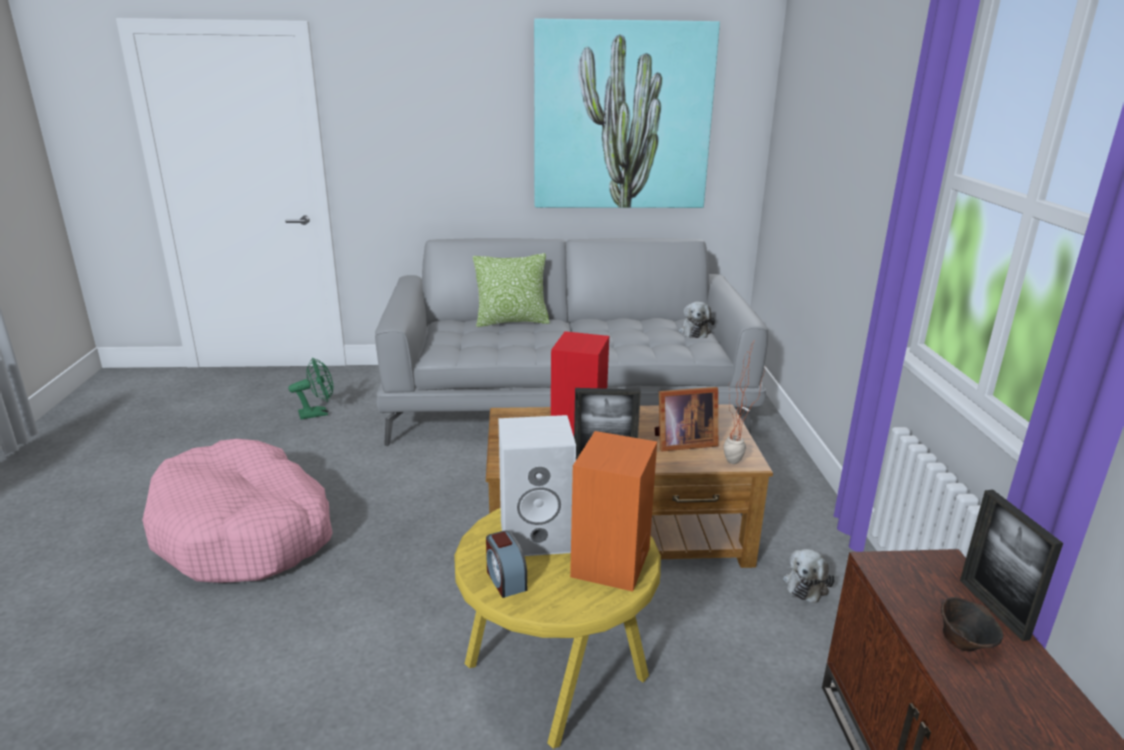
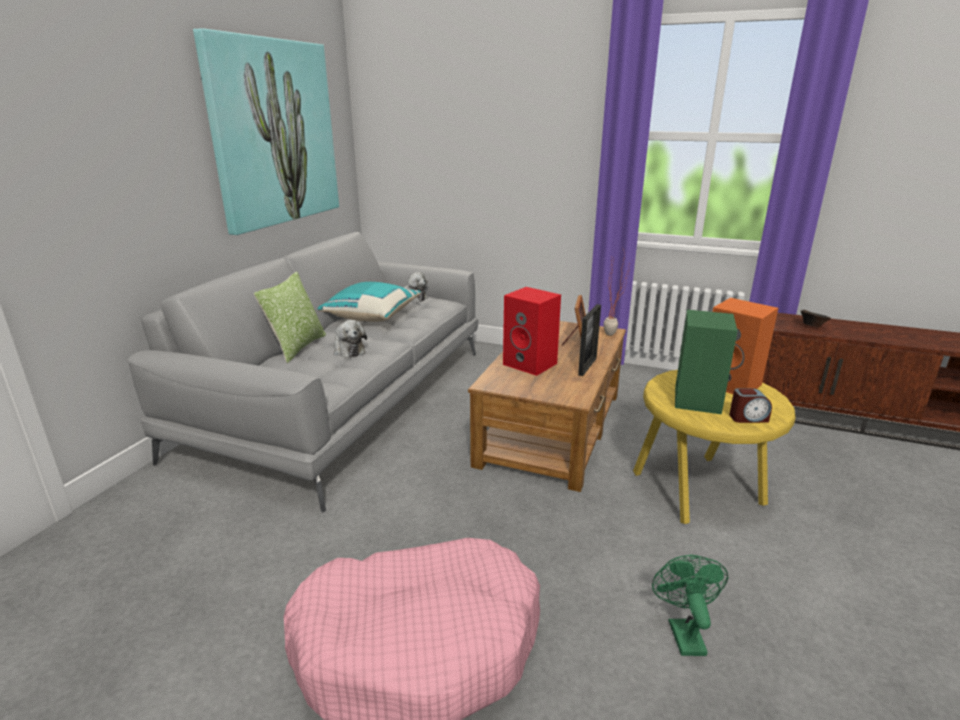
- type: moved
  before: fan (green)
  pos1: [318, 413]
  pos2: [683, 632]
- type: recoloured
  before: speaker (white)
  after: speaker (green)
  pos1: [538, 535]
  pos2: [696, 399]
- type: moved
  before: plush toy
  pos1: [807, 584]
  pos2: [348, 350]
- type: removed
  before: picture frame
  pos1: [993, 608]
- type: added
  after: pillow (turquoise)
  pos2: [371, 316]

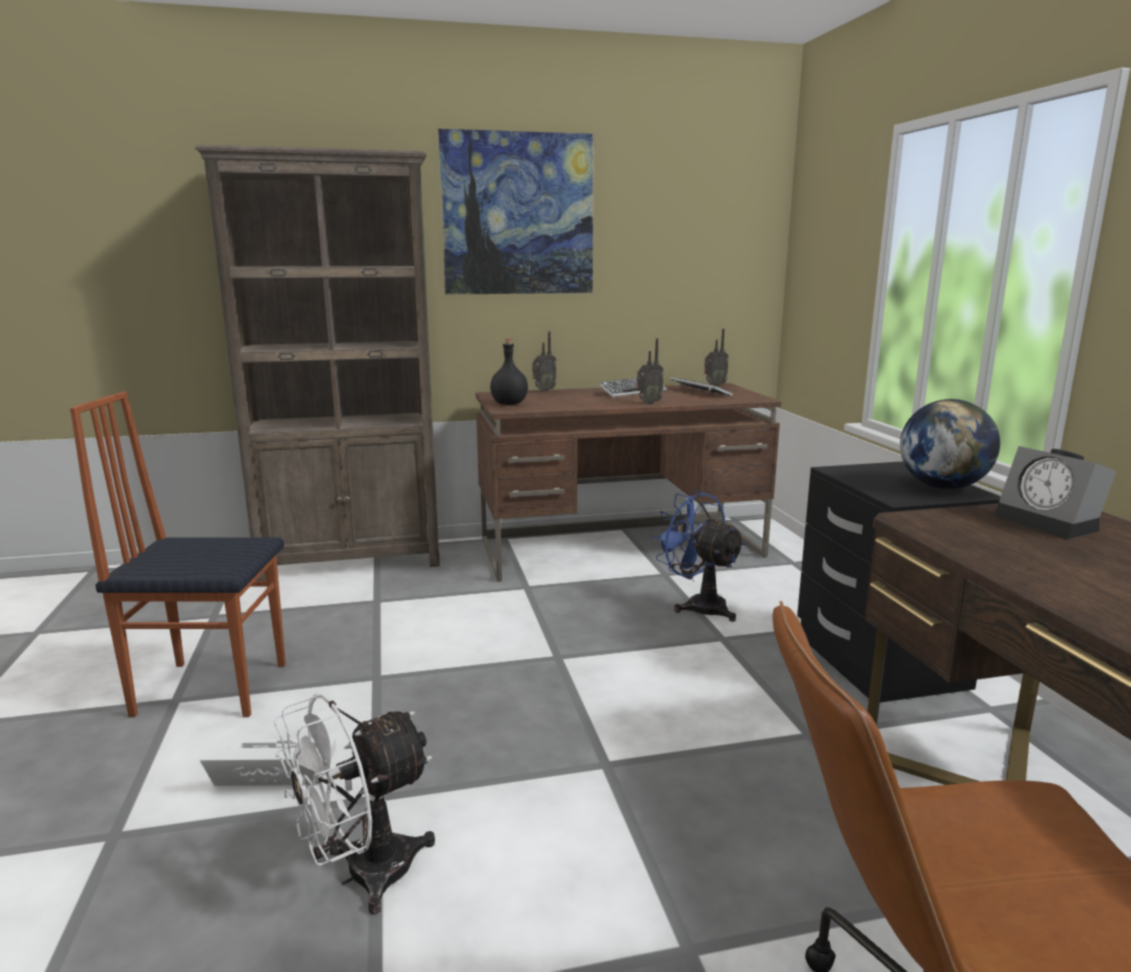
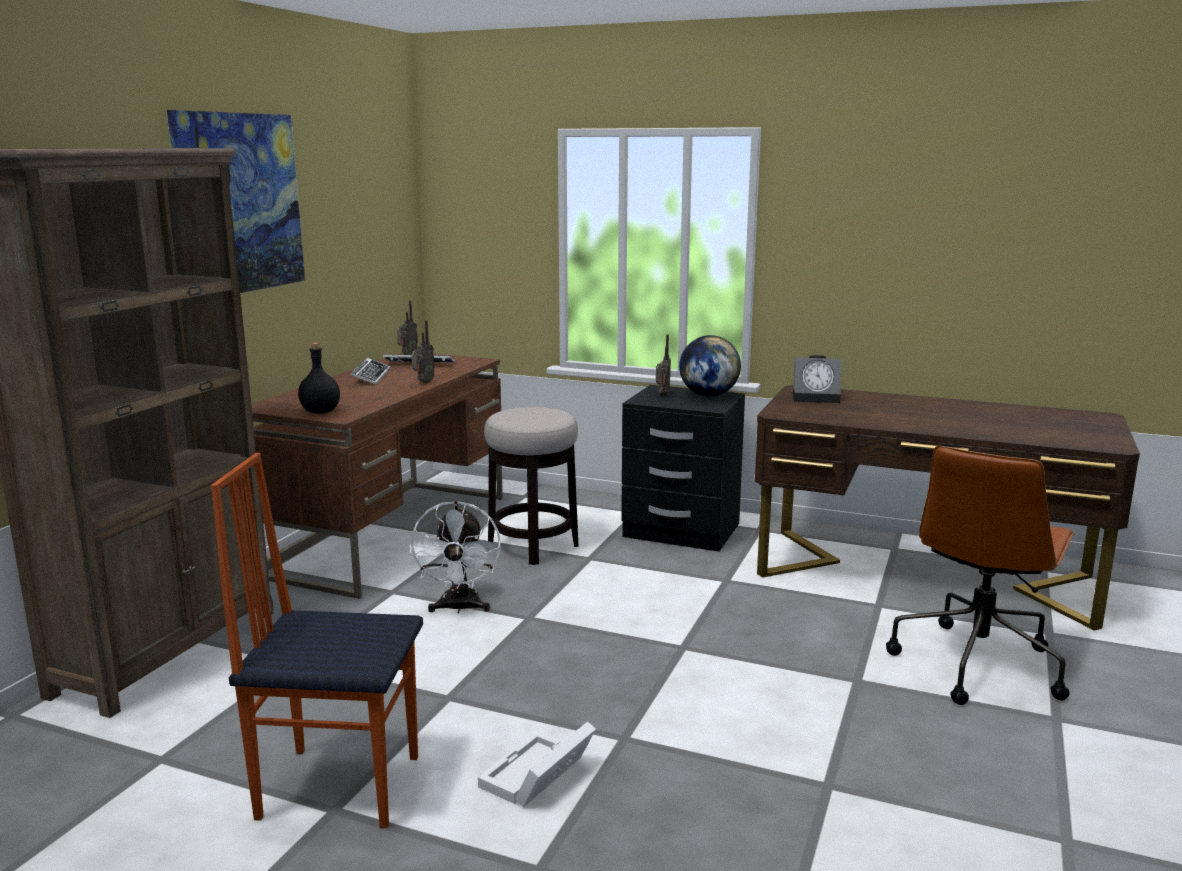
- type: turned
  before: chair
  pos1: [211, 687]
  pos2: [339, 785]
  turn: 60
- type: moved
  before: fan (white)
  pos1: [362, 876]
  pos2: [459, 608]
- type: moved
  before: radio
  pos1: [543, 390]
  pos2: [662, 395]
- type: replaced
  before: fan (blue)
  after: stool
  pos1: [699, 605]
  pos2: [533, 546]

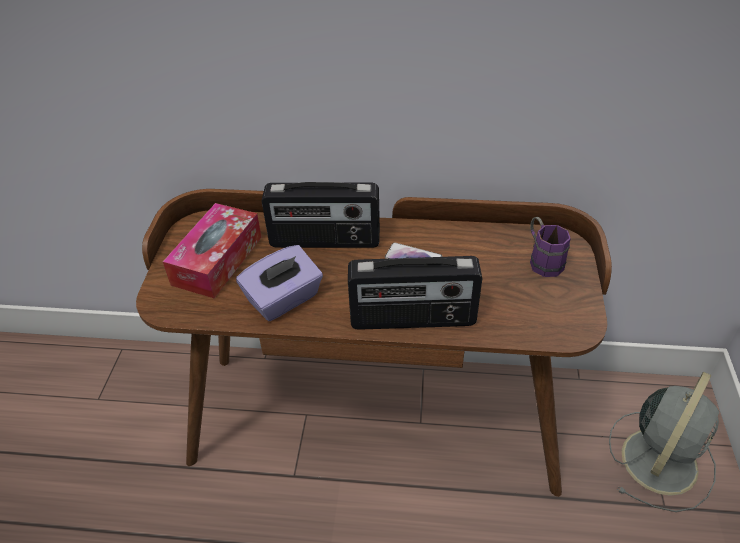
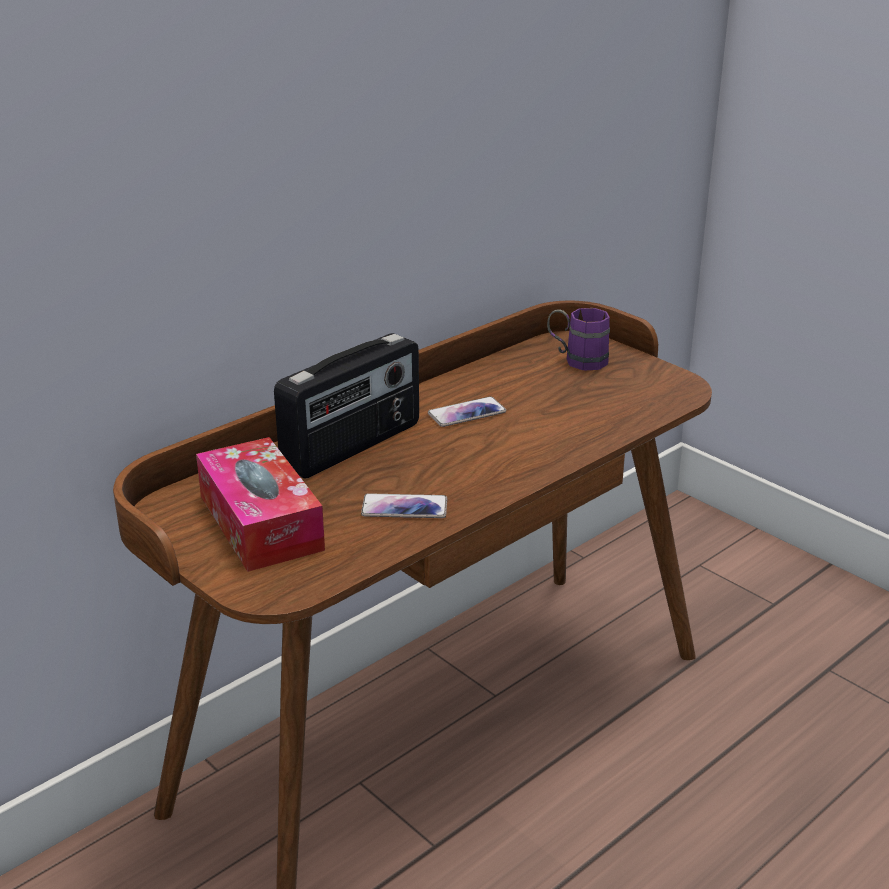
- type: replaced
  before: tissue box (purple)
  after: phone
  pos1: [284, 299]
  pos2: [404, 508]
- type: removed
  before: radio
  pos1: [412, 319]
- type: removed
  before: fan (grey)
  pos1: [660, 458]

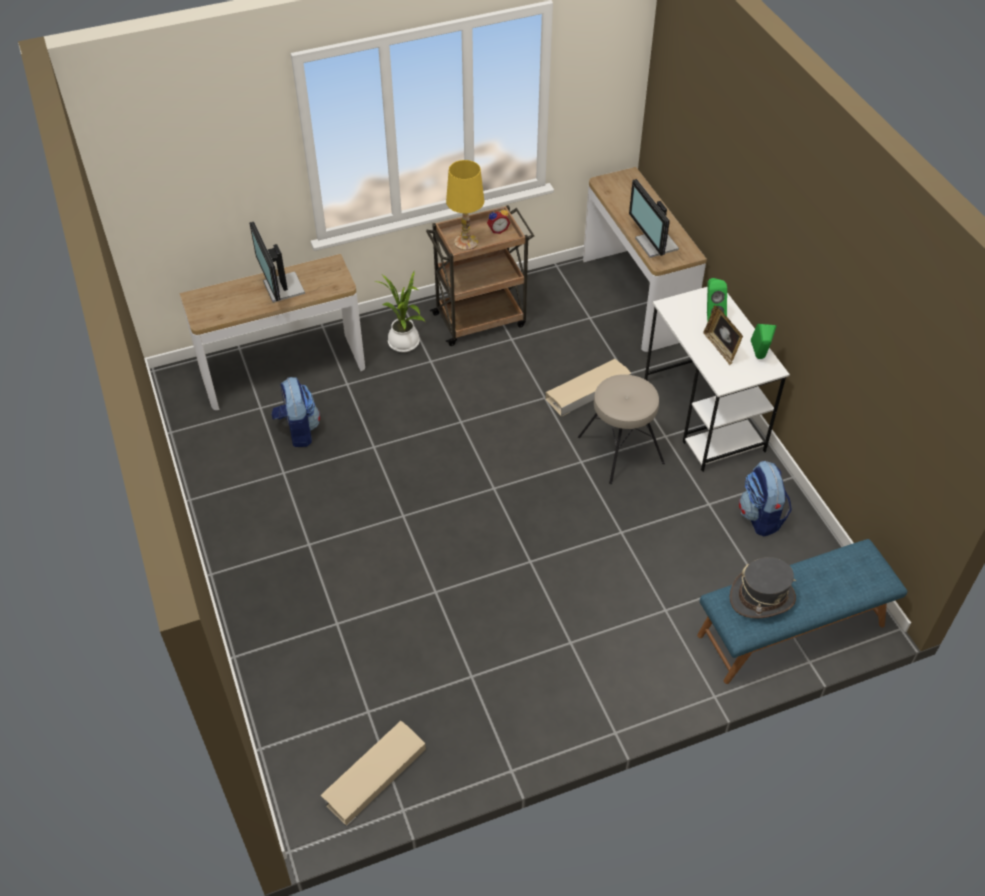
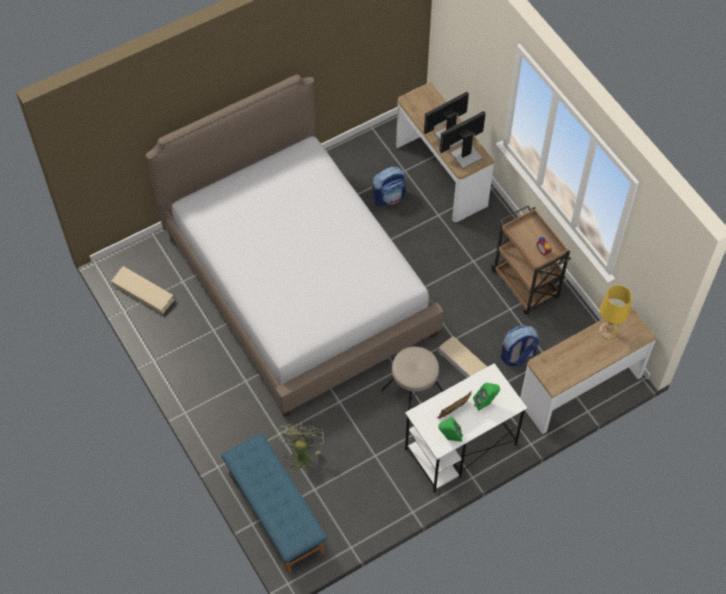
- type: removed
  before: potted plant
  pos1: [404, 344]
- type: moved
  before: table lamp (yellow)
  pos1: [466, 242]
  pos2: [608, 331]
- type: moved
  before: monitor
  pos1: [655, 245]
  pos2: [465, 155]
- type: removed
  before: hat (grey)
  pos1: [762, 597]
- type: moved
  before: backpack
  pos1: [760, 517]
  pos2: [517, 356]
- type: added
  after: bed
  pos2: [299, 282]
- type: added
  after: fan (green)
  pos2: [300, 453]

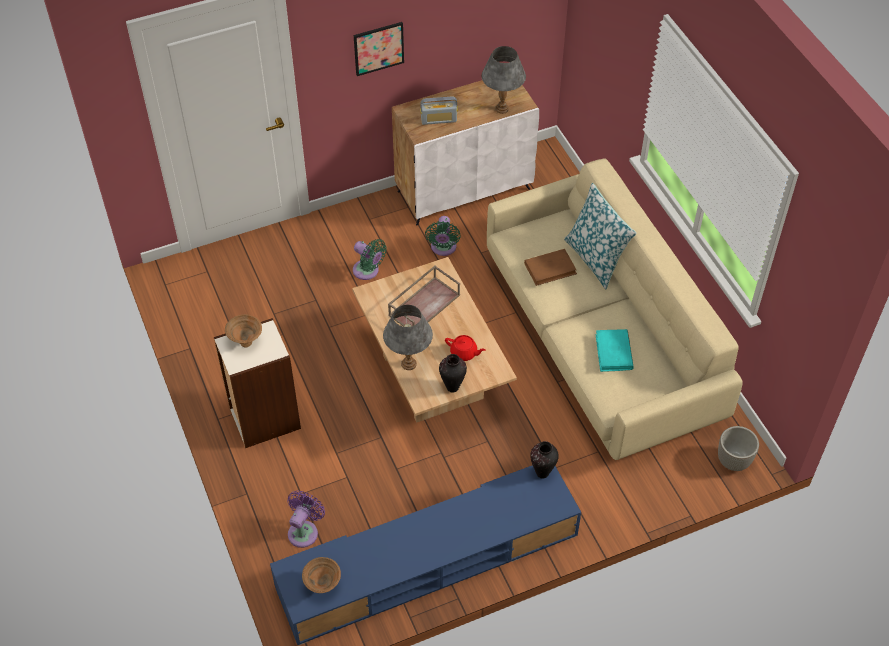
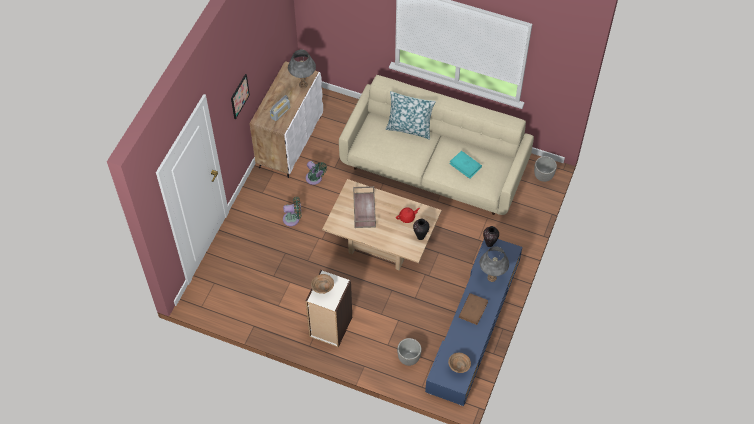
- type: replaced
  before: fan (purple)
  after: planter
  pos1: [304, 531]
  pos2: [408, 358]
- type: moved
  before: table lamp (grey)
  pos1: [409, 364]
  pos2: [492, 277]
- type: moved
  before: book (brown)
  pos1: [550, 269]
  pos2: [473, 309]

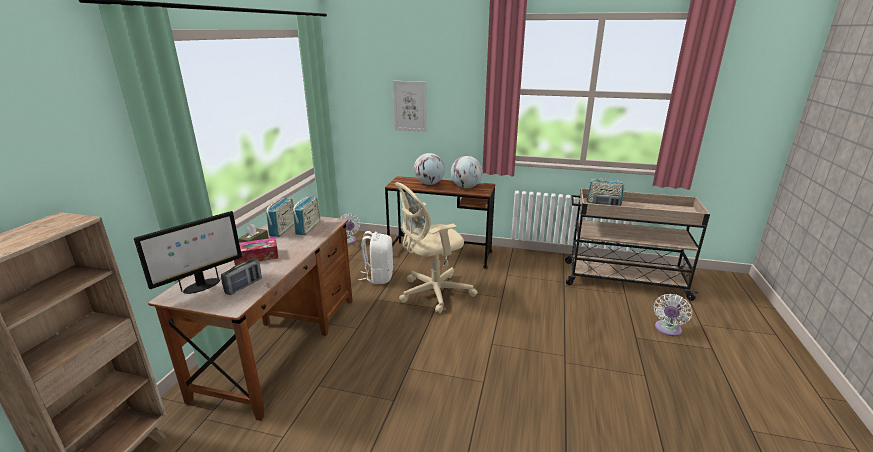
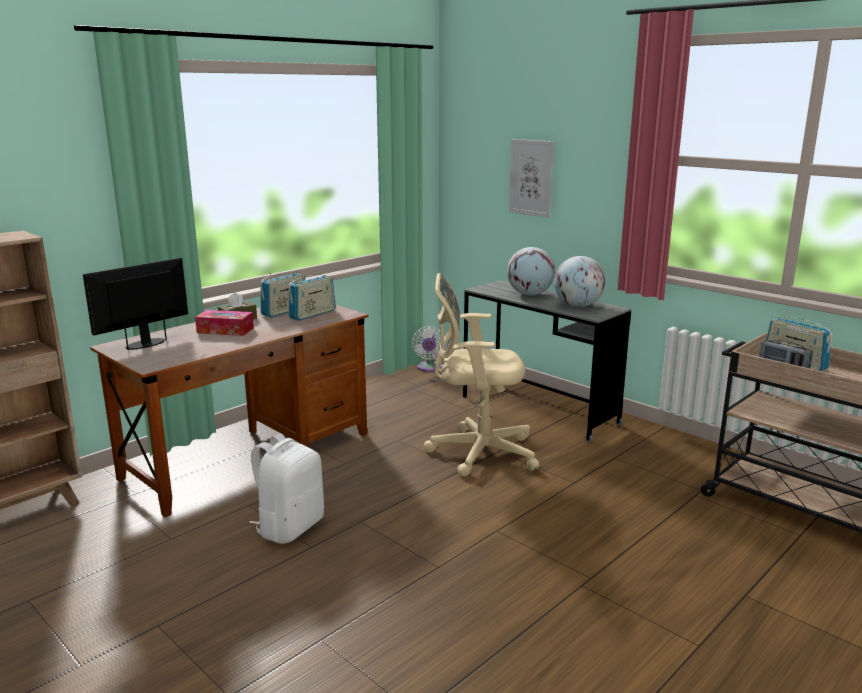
- type: turned
  before: monitor
  pos1: [201, 286]
  pos2: [146, 343]
  turn: 150
- type: removed
  before: radio
  pos1: [244, 286]
- type: moved
  before: backpack (white)
  pos1: [378, 277]
  pos2: [289, 527]
- type: recoloured
  before: desk (brown)
  after: desk (grey)
  pos1: [440, 255]
  pos2: [538, 410]
- type: removed
  before: fan (white)
  pos1: [667, 330]

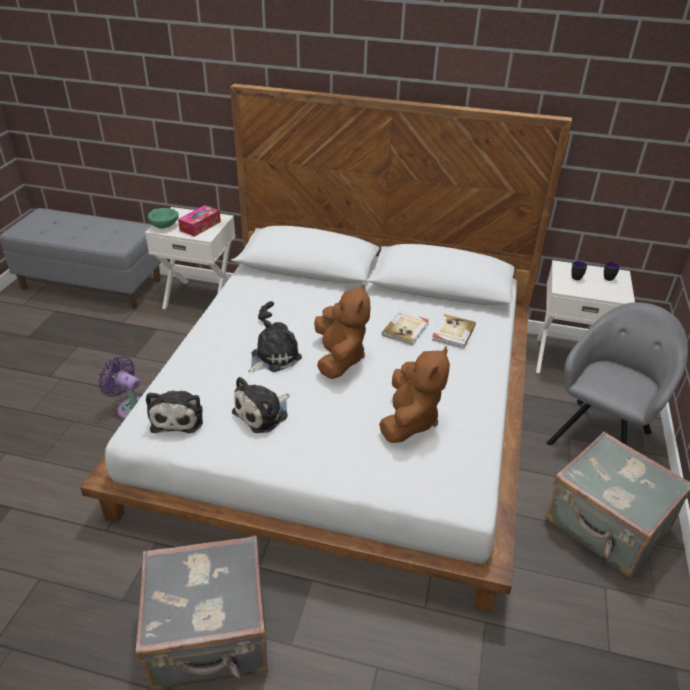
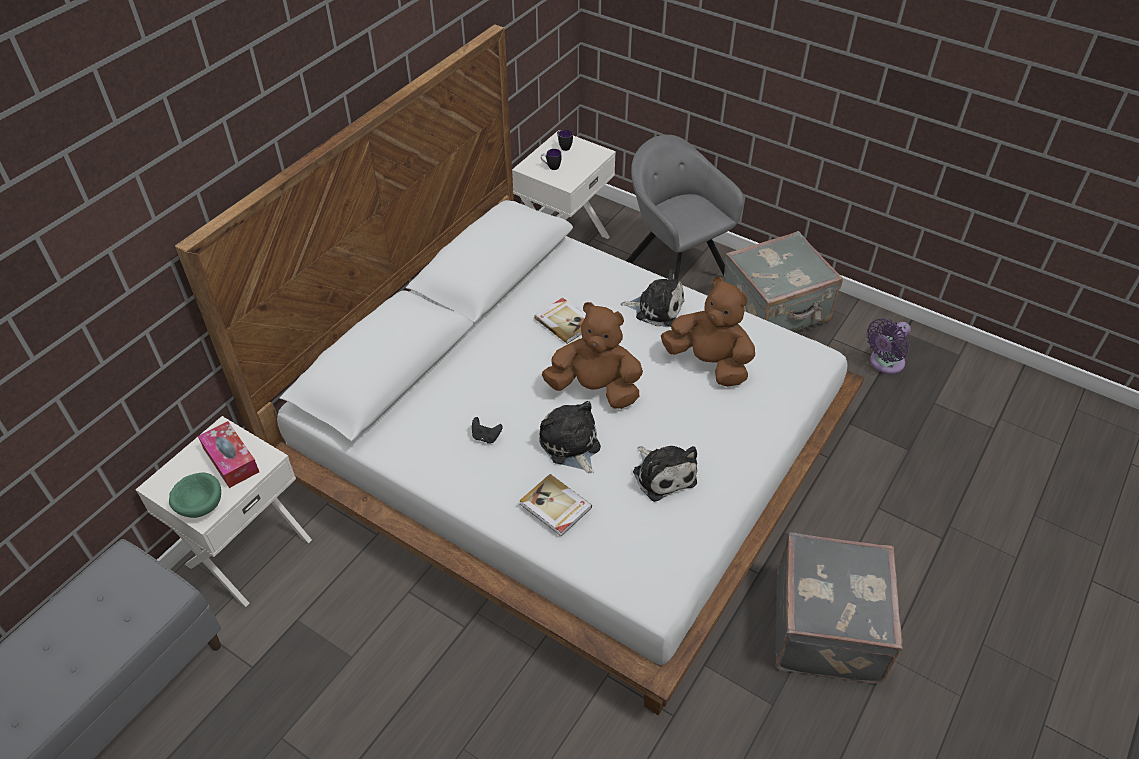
- type: moved
  before: fan (purple)
  pos1: [131, 407]
  pos2: [884, 363]
- type: moved
  before: plush toy
  pos1: [178, 417]
  pos2: [656, 308]
- type: moved
  before: book
  pos1: [452, 333]
  pos2: [555, 507]

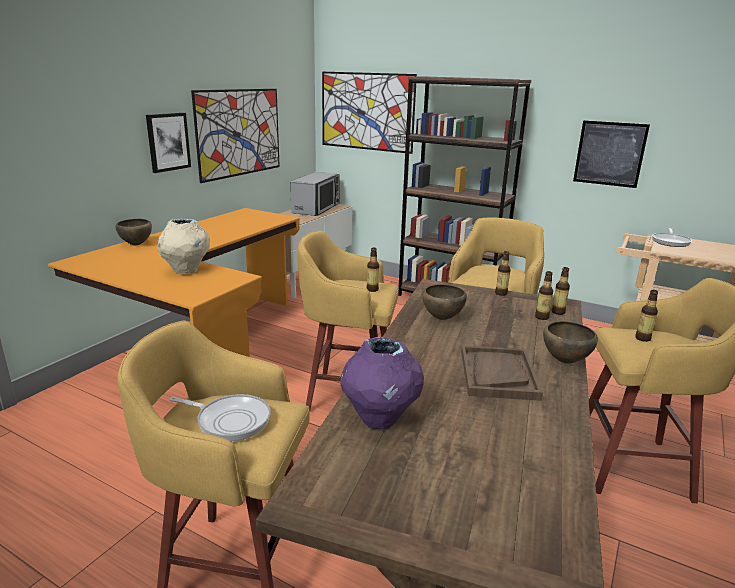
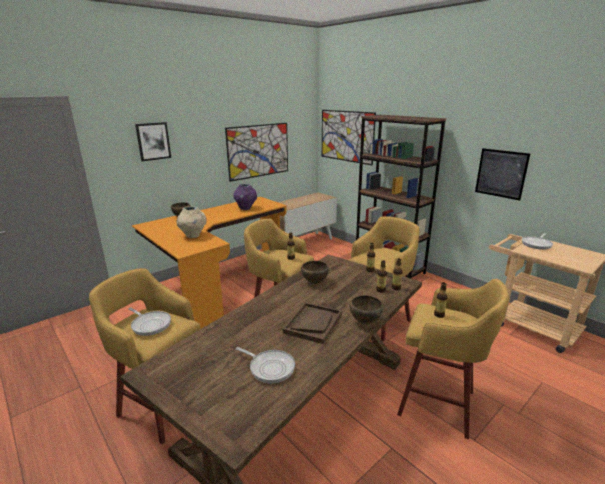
- type: moved
  before: picture
  pos1: [168, 142]
  pos2: [153, 141]
- type: removed
  before: microwave
  pos1: [316, 209]
- type: moved
  before: vase (purple)
  pos1: [380, 418]
  pos2: [246, 208]
- type: added
  after: frying pan
  pos2: [270, 367]

